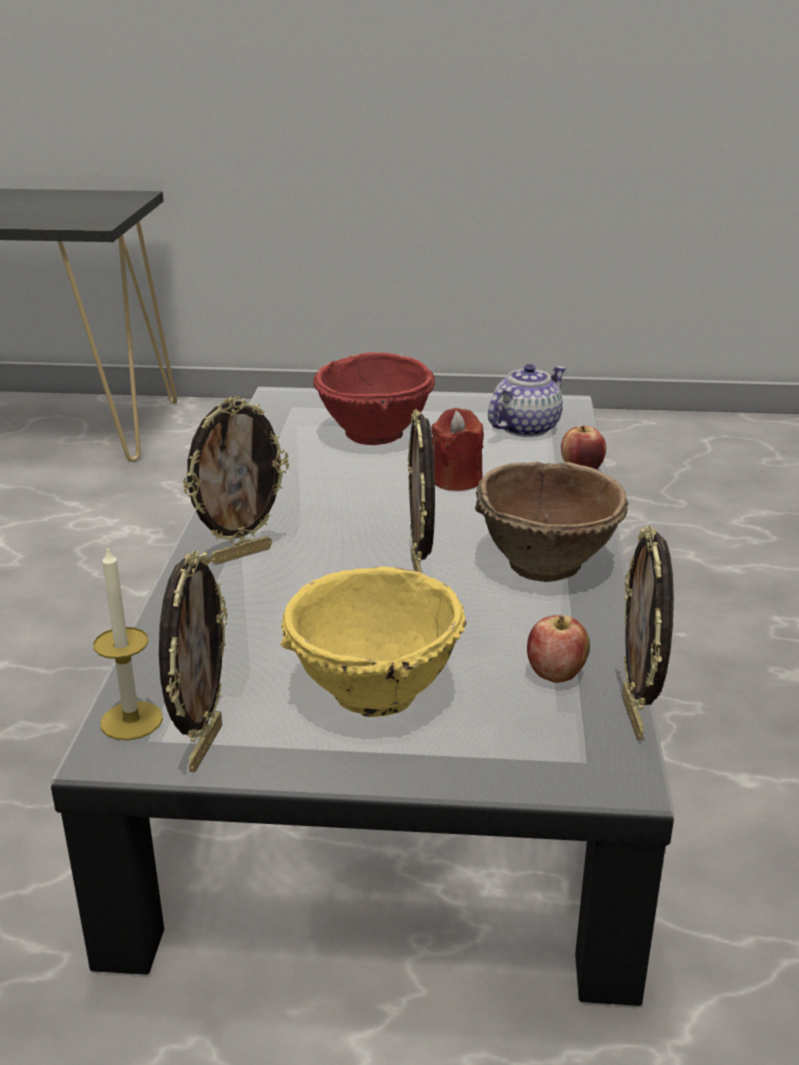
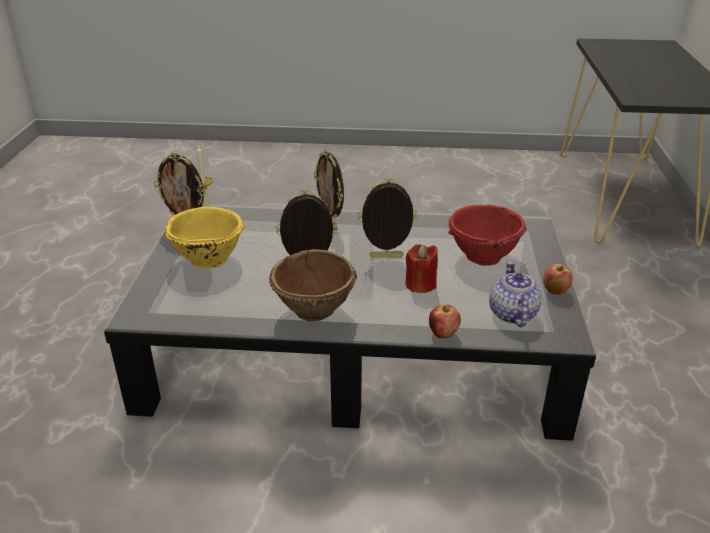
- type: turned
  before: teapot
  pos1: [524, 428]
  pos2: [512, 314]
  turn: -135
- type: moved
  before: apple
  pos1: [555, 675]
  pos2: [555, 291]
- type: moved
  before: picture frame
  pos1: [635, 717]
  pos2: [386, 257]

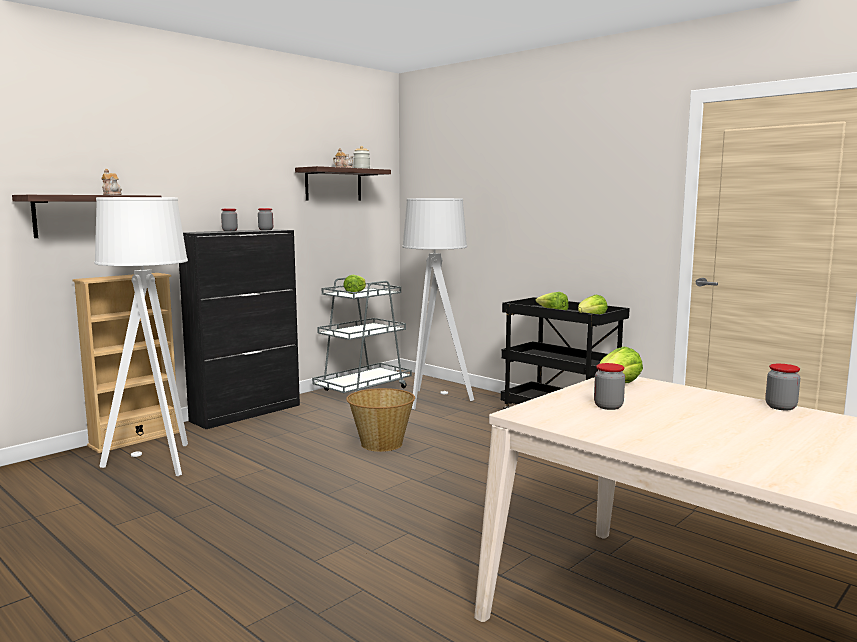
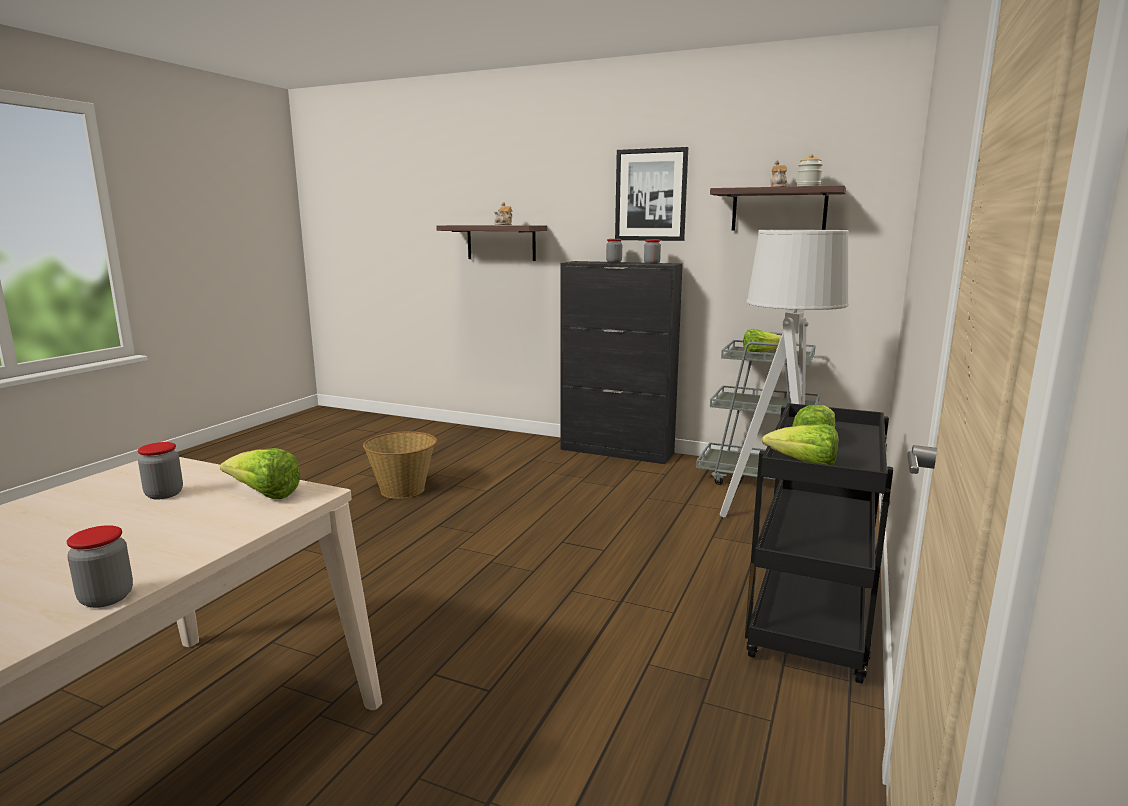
- type: removed
  before: bookcase (beige)
  pos1: [135, 439]
- type: removed
  before: floor lamp (white)
  pos1: [156, 462]
- type: moved
  before: basket
  pos1: [381, 444]
  pos2: [403, 490]
- type: added
  after: picture
  pos2: [651, 195]

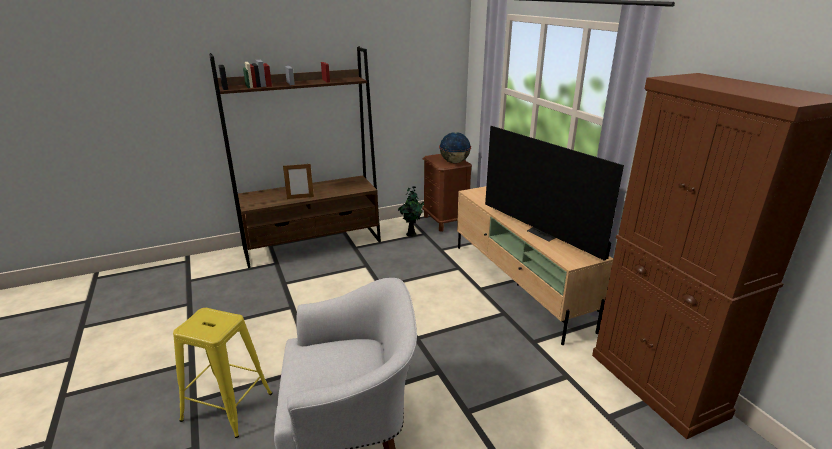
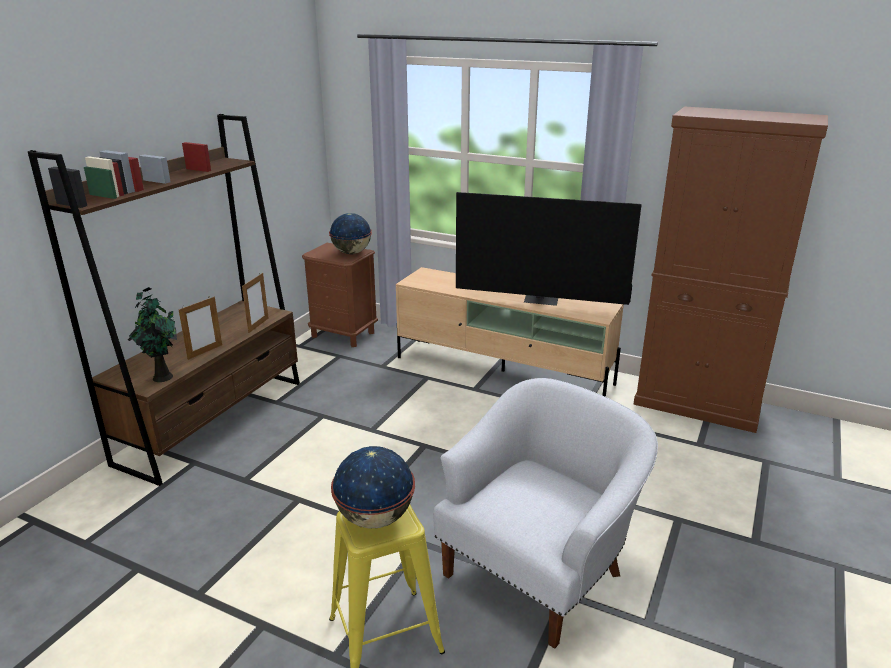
- type: moved
  before: potted plant
  pos1: [411, 233]
  pos2: [162, 376]
- type: added
  after: picture frame
  pos2: [258, 325]
- type: added
  after: globe
  pos2: [375, 518]

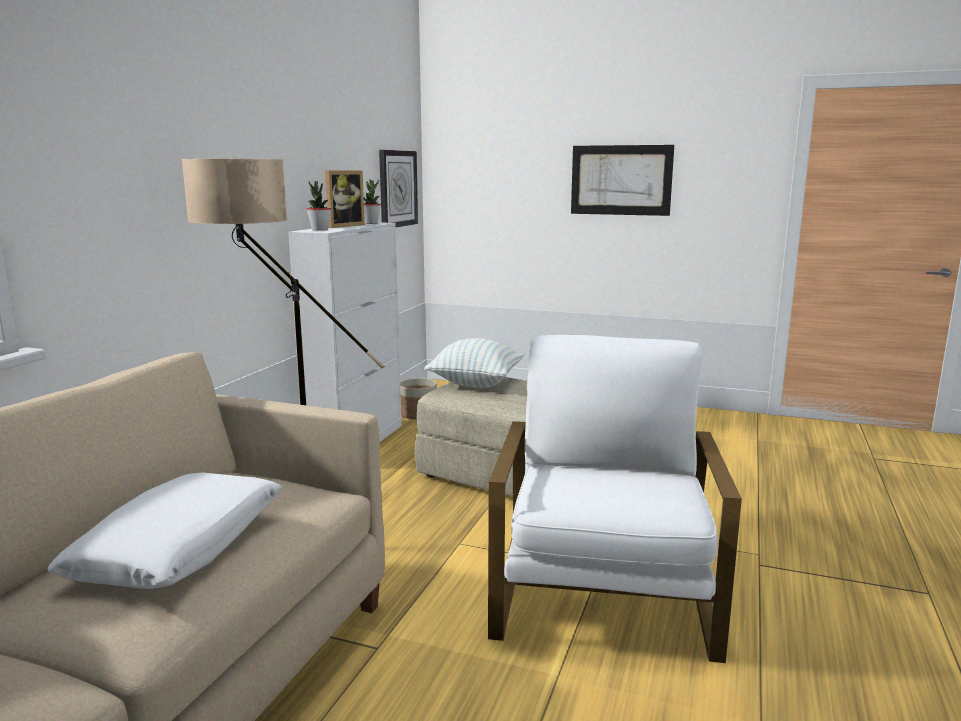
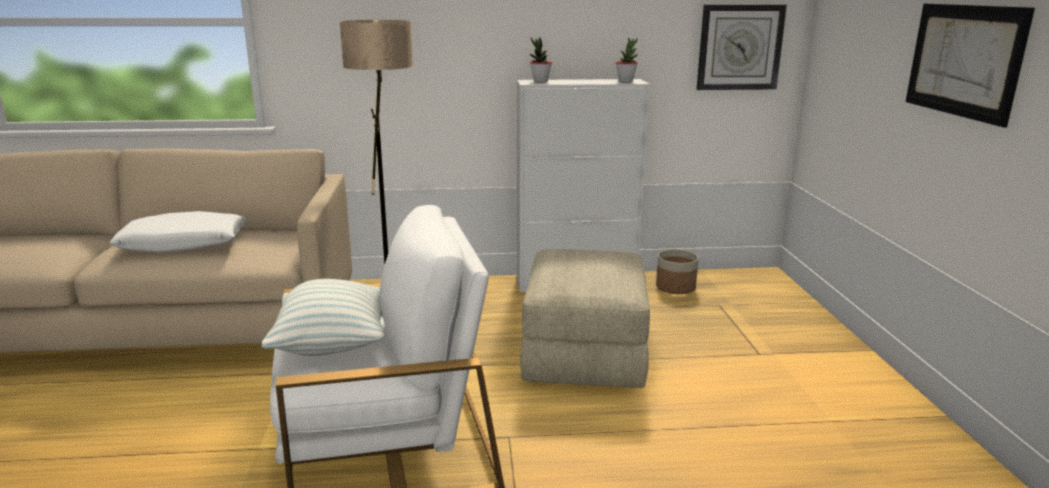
- type: removed
  before: picture frame
  pos1: [342, 226]
- type: moved
  before: pillow
  pos1: [476, 383]
  pos2: [333, 344]

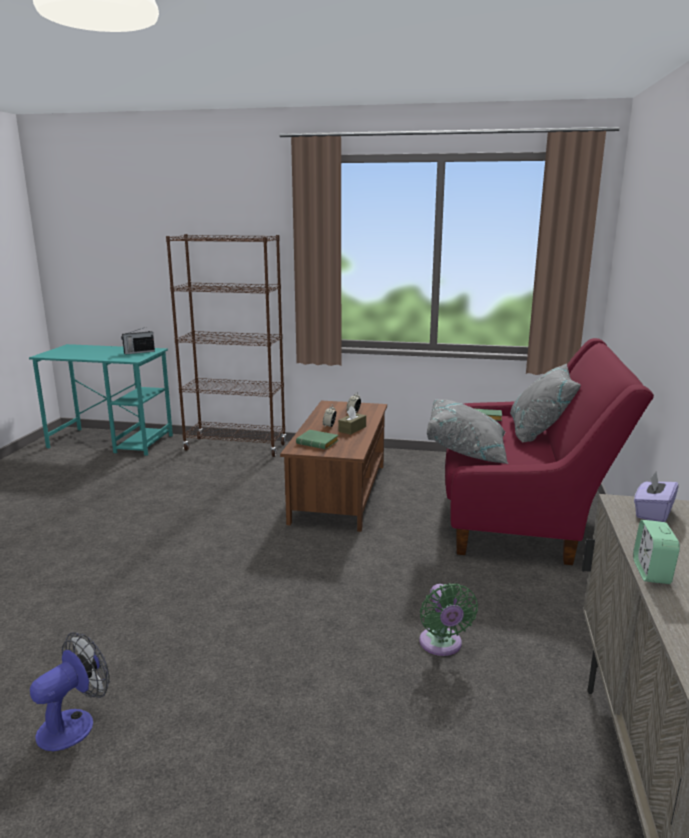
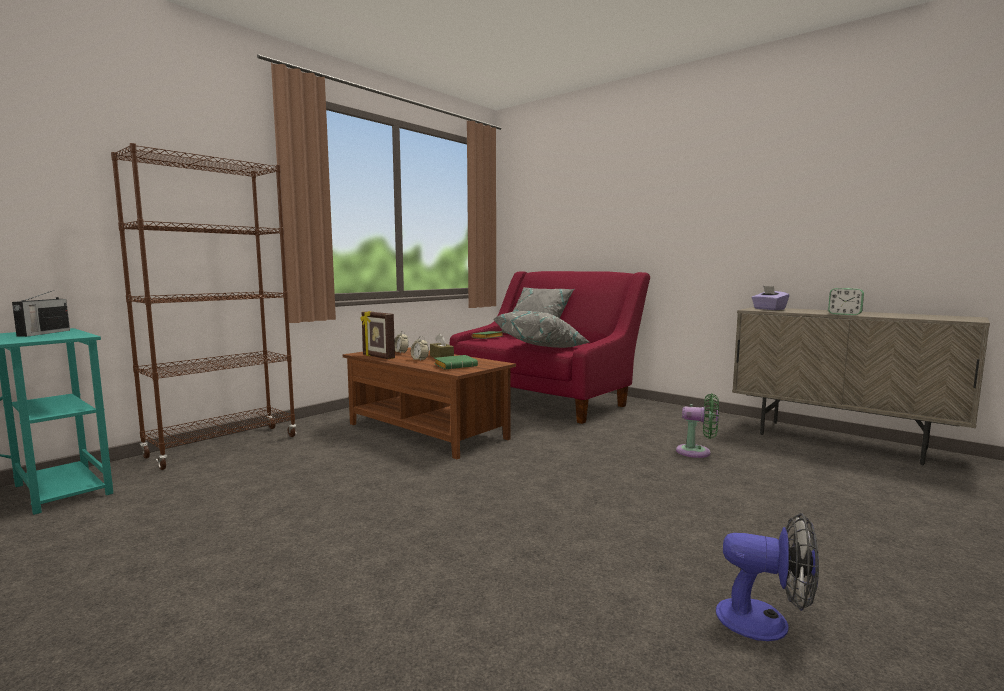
- type: turned
  before: fan
  pos1: [74, 723]
  pos2: [765, 622]
  turn: 135
- type: added
  after: picture frame
  pos2: [378, 357]

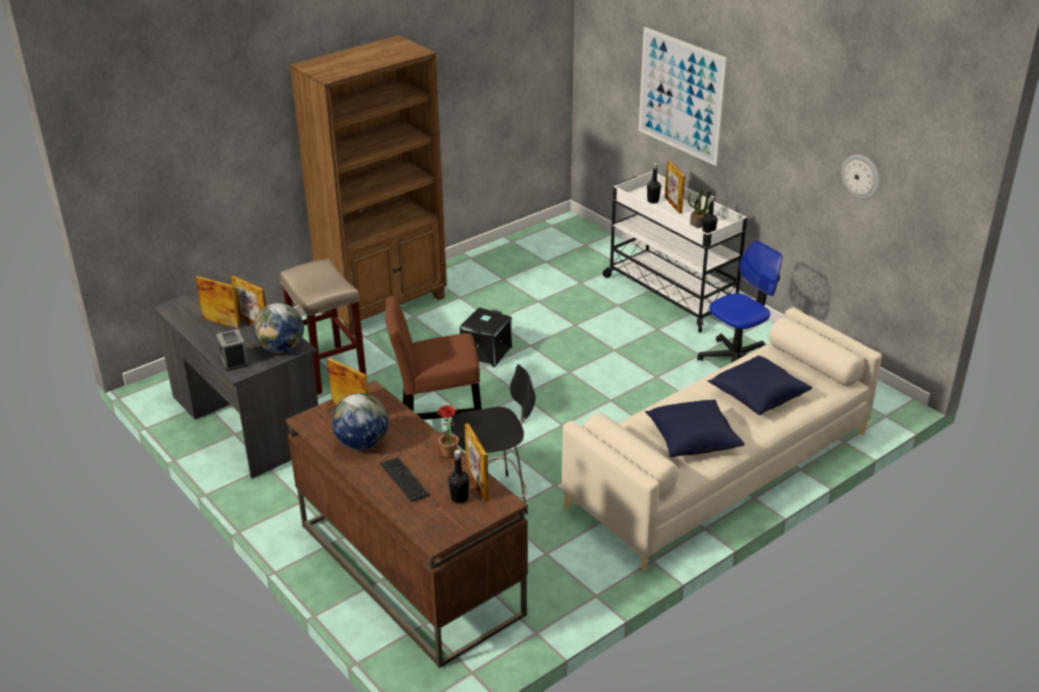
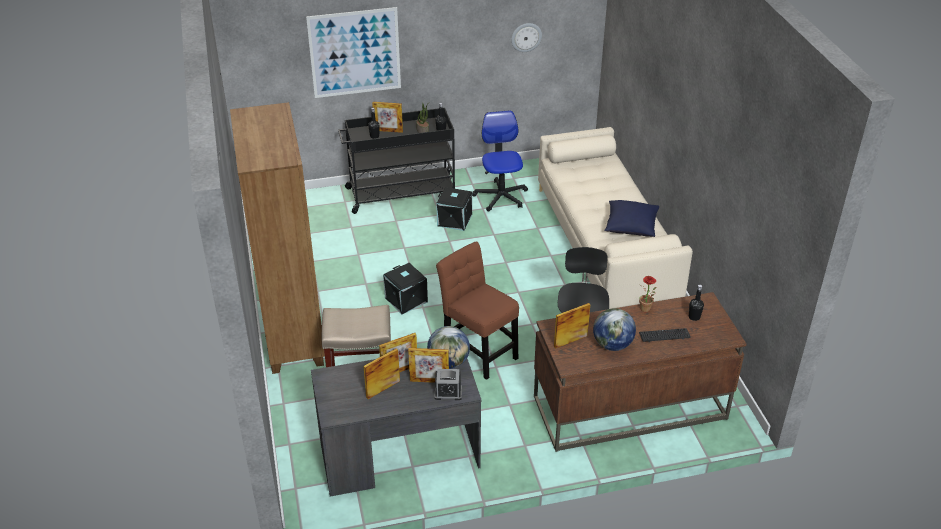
- type: turned
  before: chair (brown)
  pos1: [437, 424]
  pos2: [478, 350]
  turn: 120
- type: moved
  before: picture frame
  pos1: [477, 485]
  pos2: [429, 381]
- type: recoloured
  before: cart (white)
  after: cart (black)
  pos1: [670, 293]
  pos2: [401, 194]
- type: removed
  before: pillow (blue)
  pos1: [757, 397]
- type: added
  after: storage box (black)
  pos2: [455, 220]

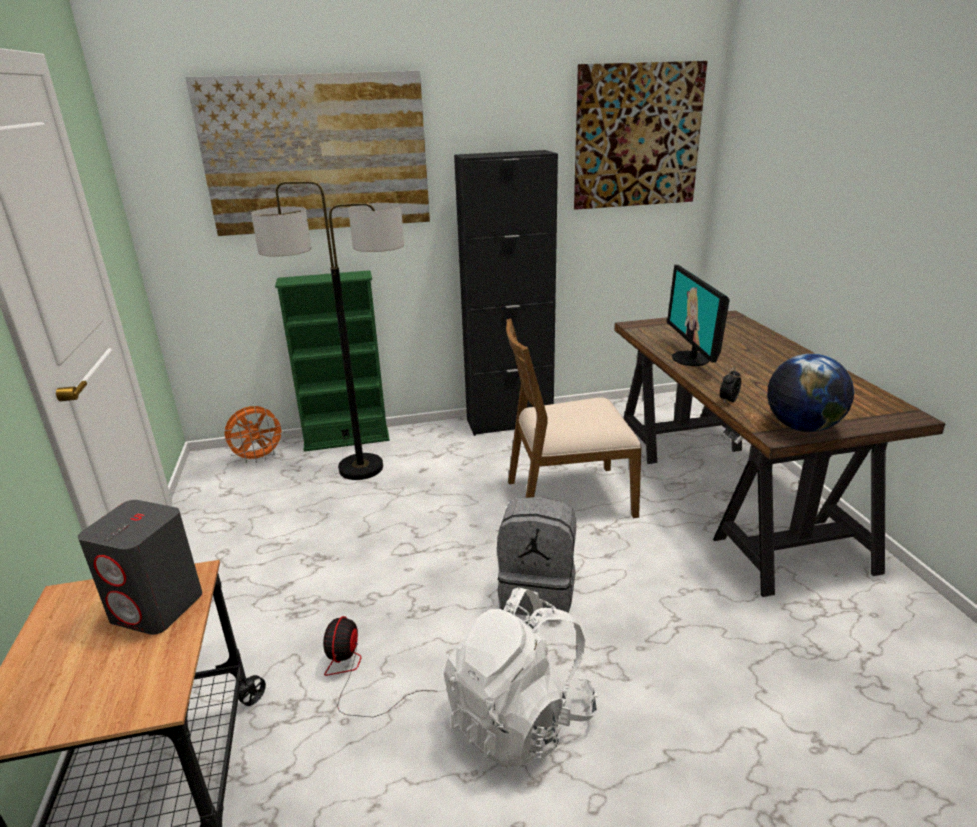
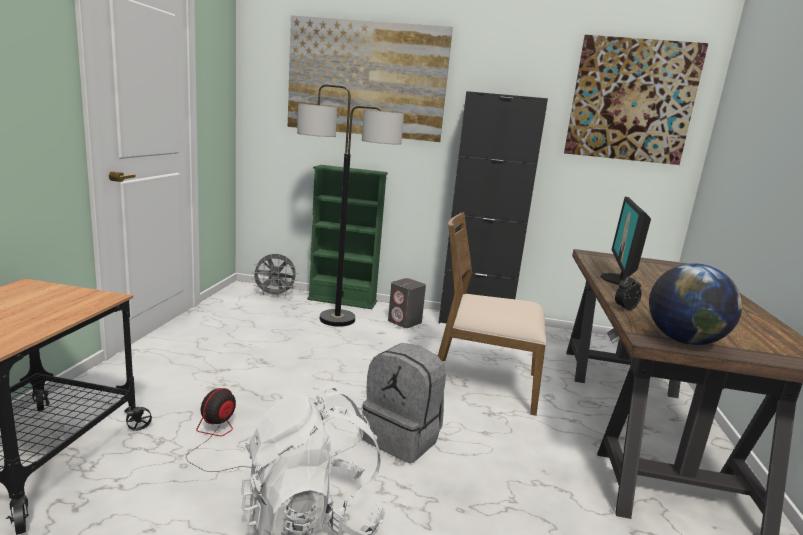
- type: moved
  before: speaker (grey)
  pos1: [158, 607]
  pos2: [405, 322]
- type: recoloured
  before: fan (orange)
  after: fan (grey)
  pos1: [259, 458]
  pos2: [274, 295]

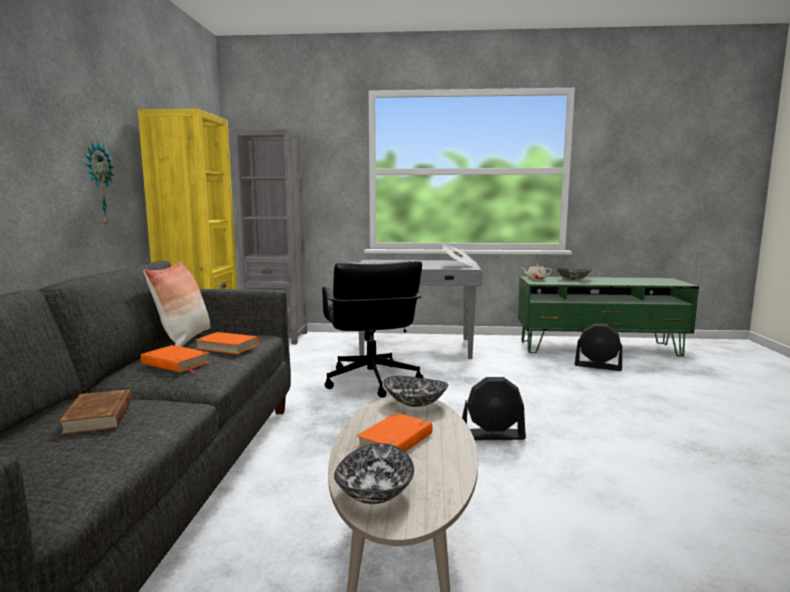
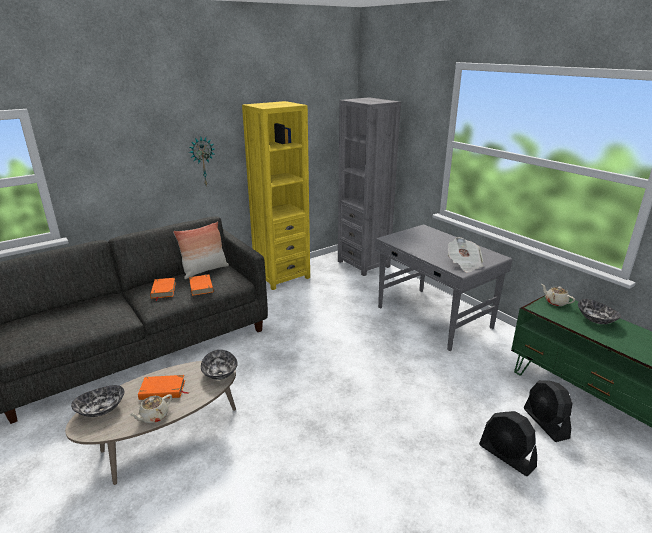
- type: removed
  before: book (brown)
  pos1: [99, 416]
- type: removed
  before: office chair (black)
  pos1: [371, 381]
- type: moved
  before: fan (black)
  pos1: [492, 435]
  pos2: [507, 456]
- type: added
  after: teapot (beige)
  pos2: [153, 416]

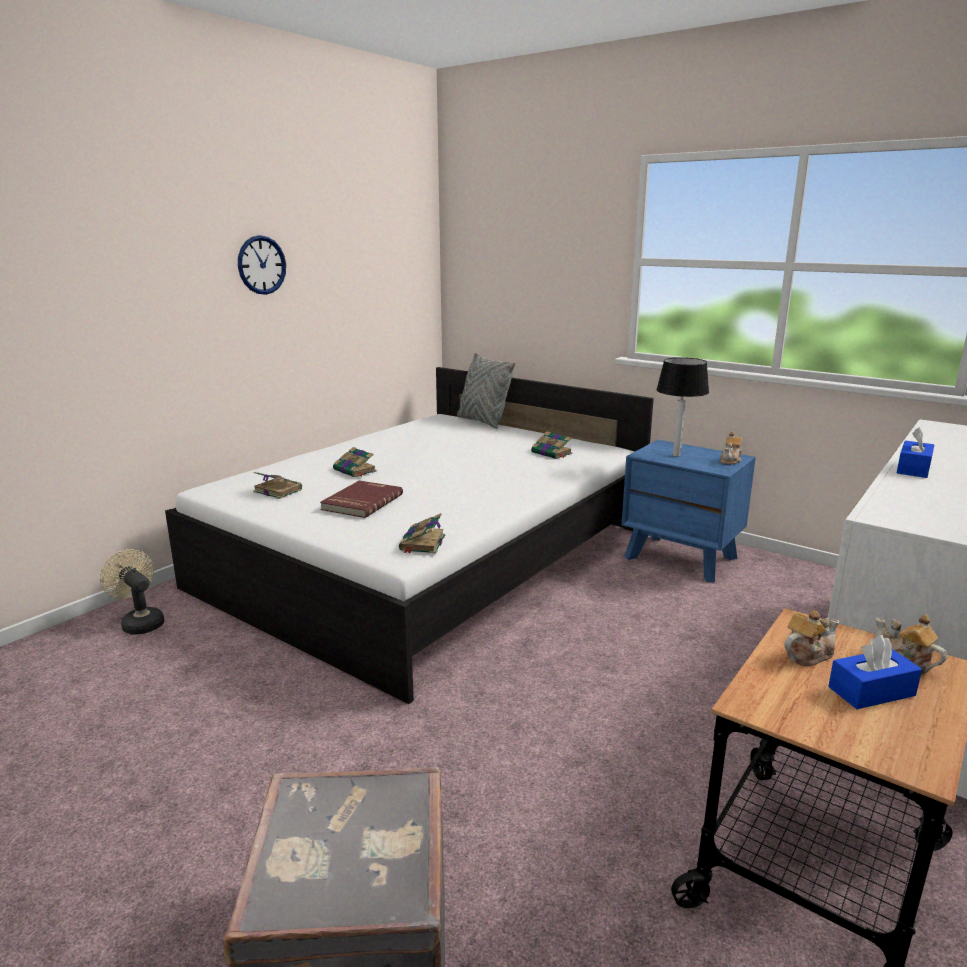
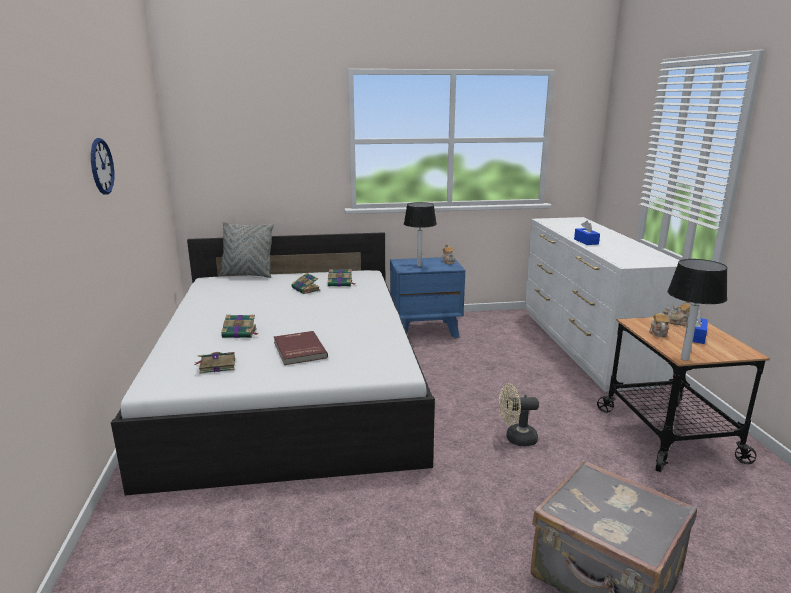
- type: moved
  before: fan (beige)
  pos1: [140, 622]
  pos2: [516, 438]
- type: moved
  before: book
  pos1: [422, 543]
  pos2: [306, 289]
- type: added
  after: table lamp
  pos2: [684, 358]

